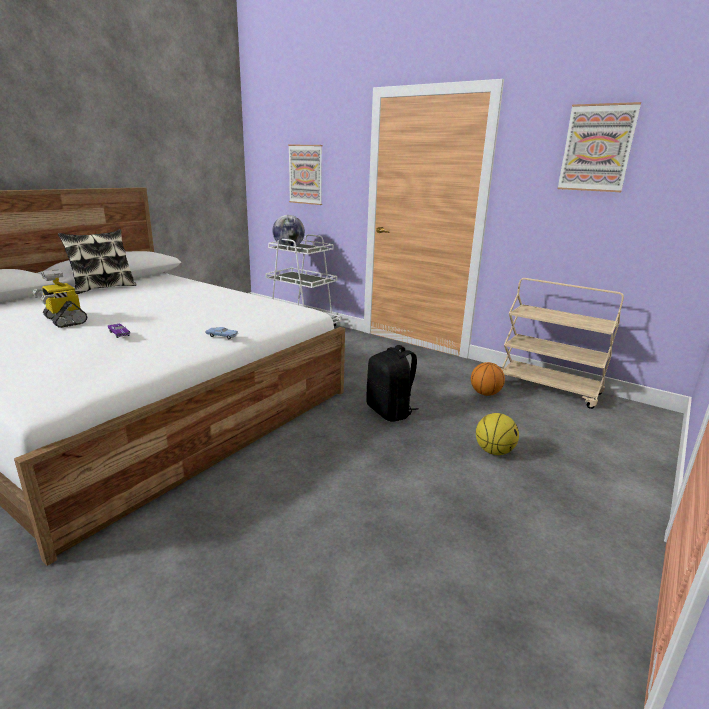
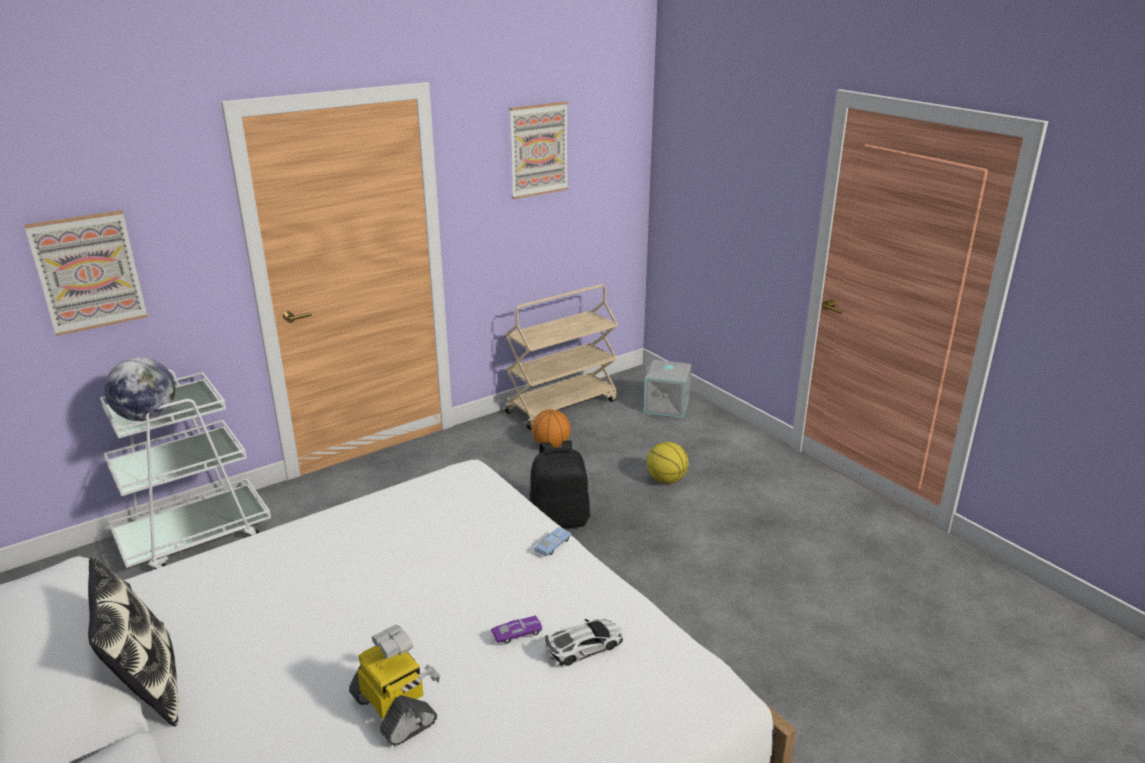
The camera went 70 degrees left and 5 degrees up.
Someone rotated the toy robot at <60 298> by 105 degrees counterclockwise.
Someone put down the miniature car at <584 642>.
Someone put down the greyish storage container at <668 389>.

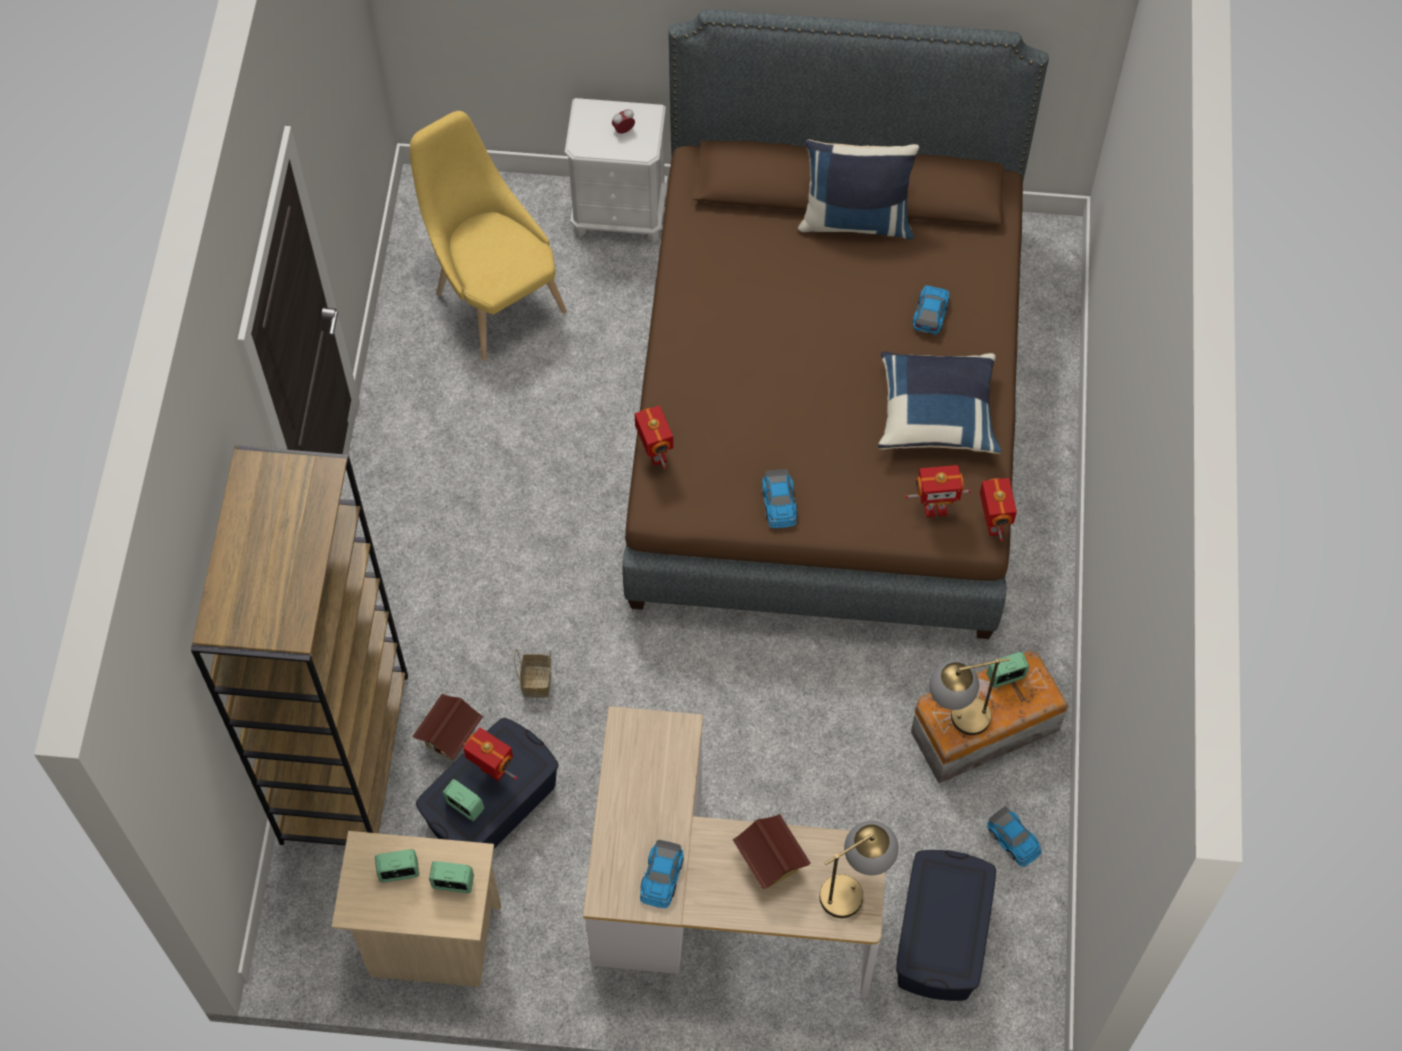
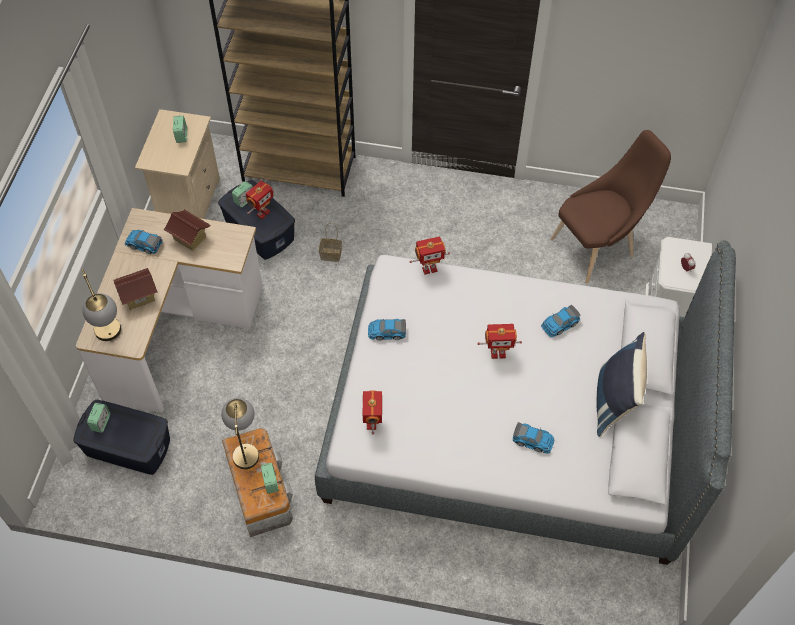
The camera went 95 degrees right and 5 degrees down.
Someone repainted the yellow plain chair at <488 236>, which became the brownish plain chair at <610 206>.
Someone carried the model house from <447 727> to <186 230>.
Someone carried the alarm clock from <451 877> to <98 418>.
Someone repainted the brownish bed at <836 324>, which became the greyish bed at <525 402>.
Someone took away the blue cushion at <940 402>.
Someone carried the toy robot from <998 510> to <500 341>.
Someone carried the miniature car from <1014 836> to <561 321>.

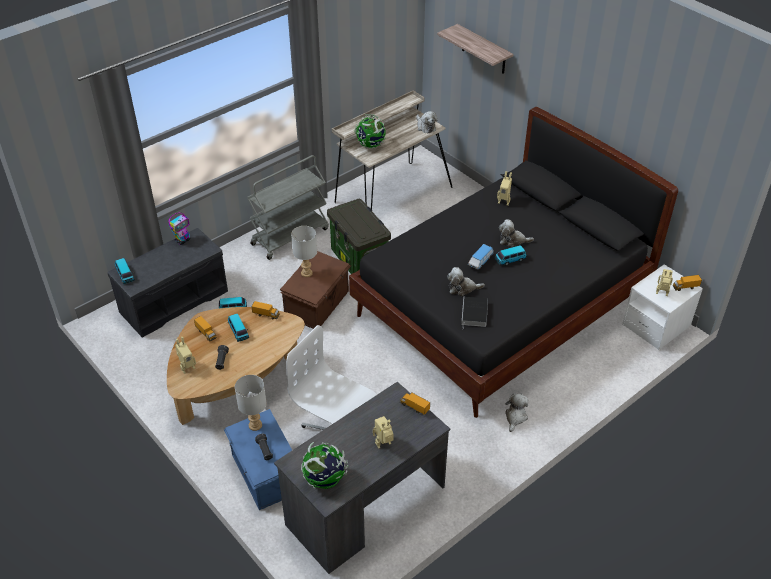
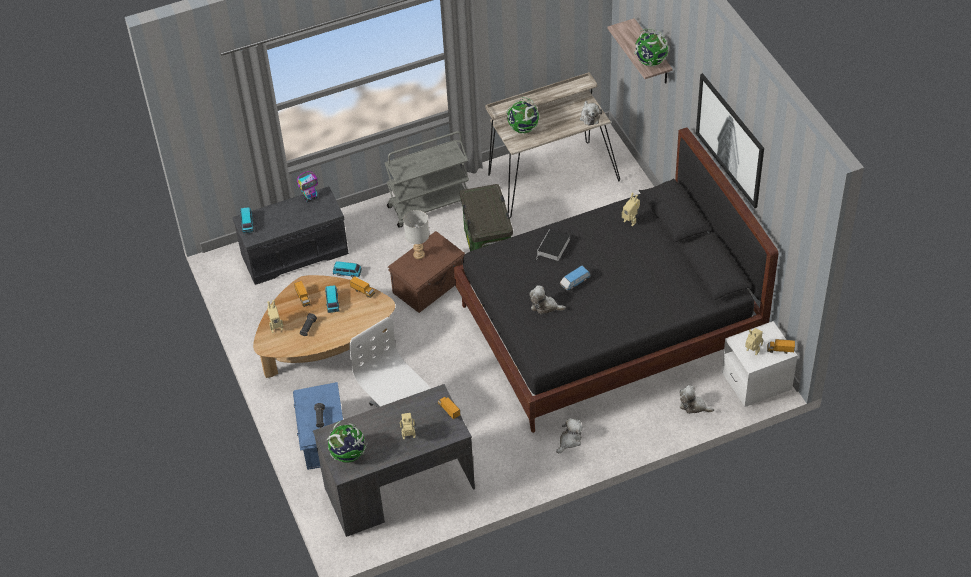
The camera went 20 degrees right and 5 degrees up.
Someone took away the greyish lamp for a table at <251 403>.
Someone carried the book from <474 313> to <553 245>.
Someone took away the miniature car at <511 255>.
Someone carried the cuddly toy from <516 233> to <697 399>.
Someone put down the globe at <651 47>.
Someone put up the wall art at <730 140>.

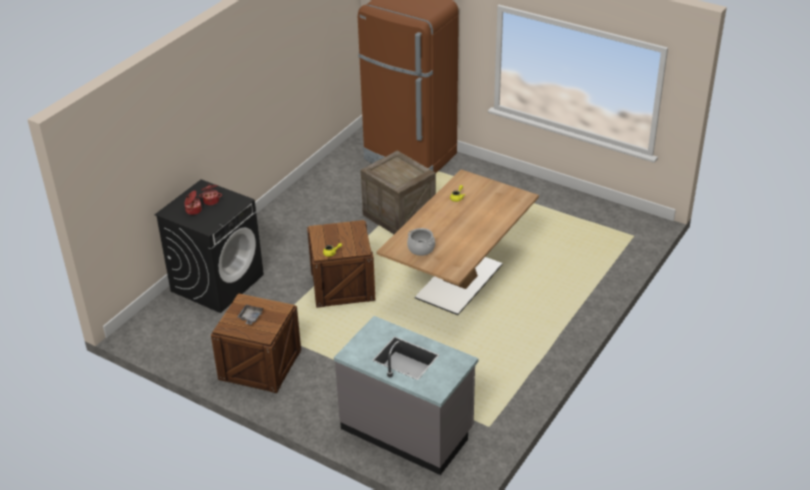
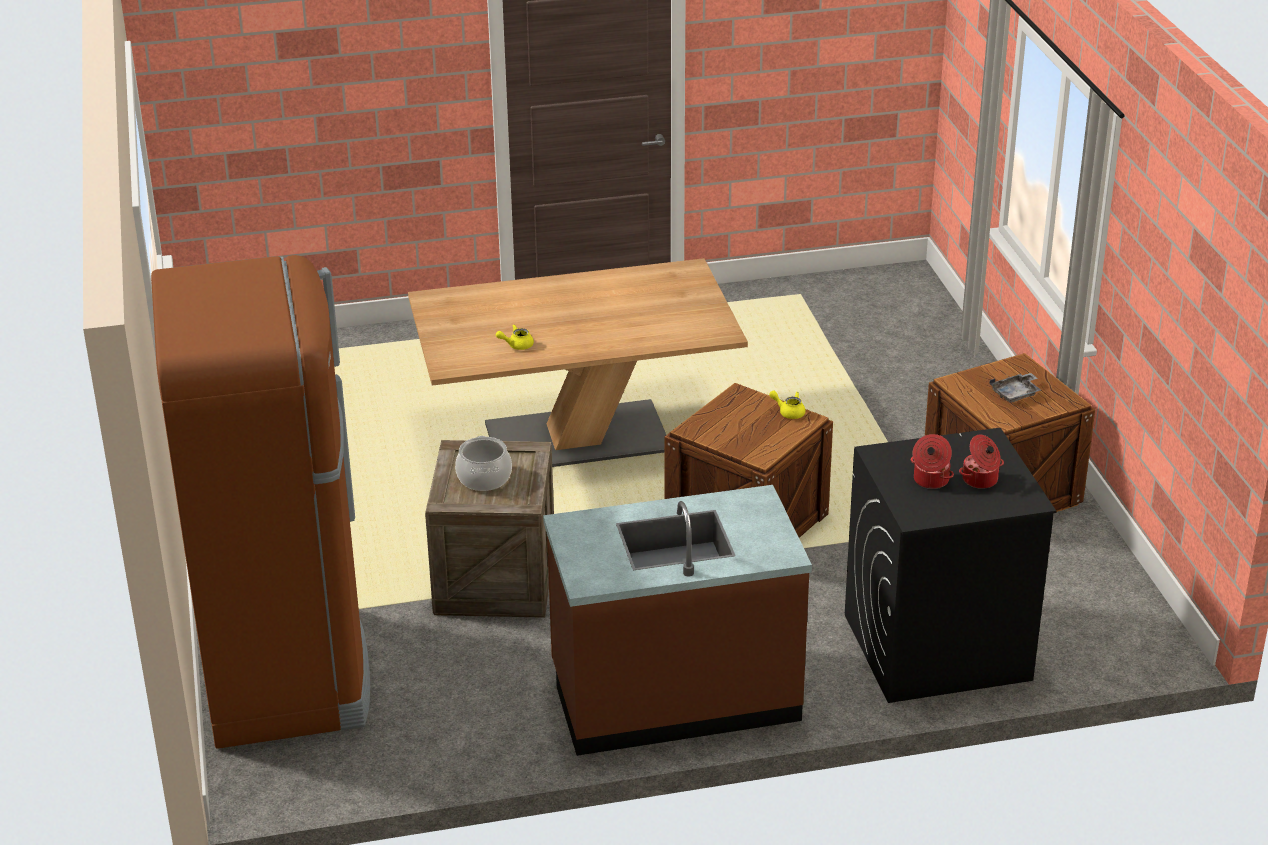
The camera went 135 degrees left and 5 degrees down.
Someone took away the greyish counter at <406 395>.
Someone carried the stockpot from <421 242> to <483 463>.
Someone put down the brownish counter at <677 620>.

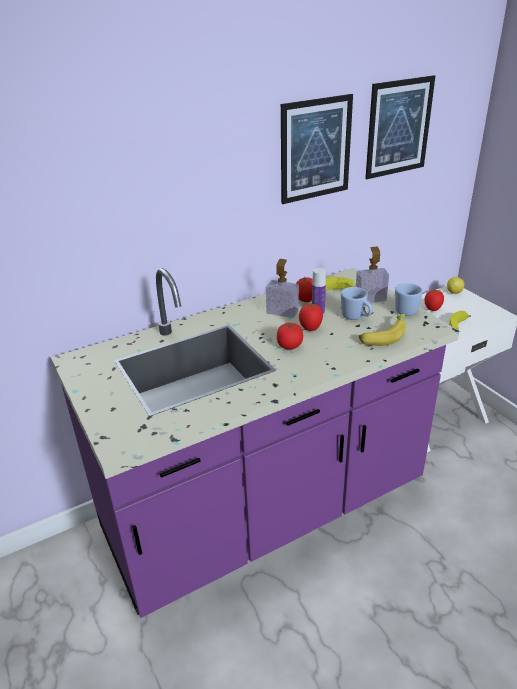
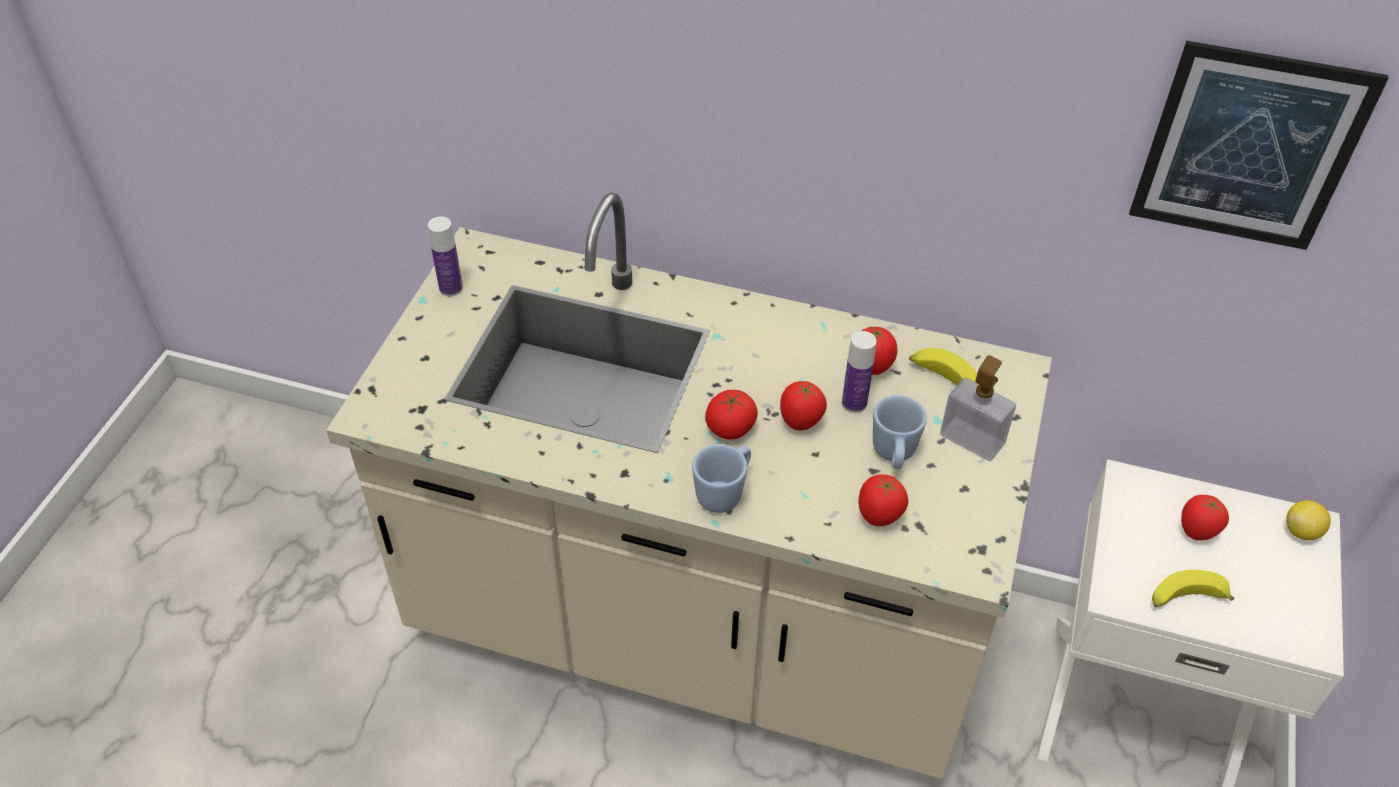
The camera went 45 degrees right and 15 degrees up.
Someone repainted the purple counter at <255 443>, which became the beige counter at <689 485>.
Someone took away the soap bottle at <282 288>.
Someone took away the wall art at <317 149>.
Someone swapped the whole banana at <383 330> for the whole tomato at <883 500>.
Someone carried the blue coffee mug from <409 299> to <721 478>.
Someone put down the beverage bottle at <445 256>.

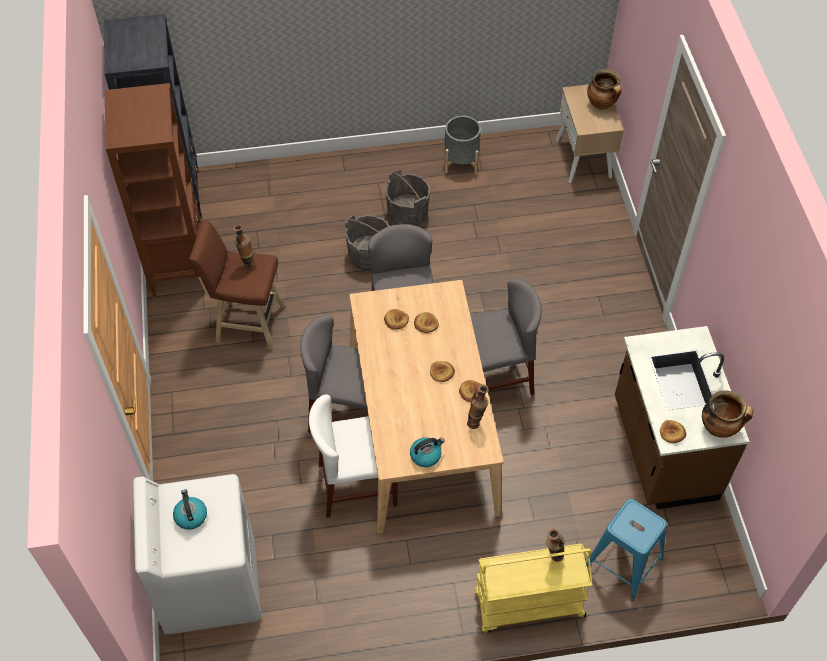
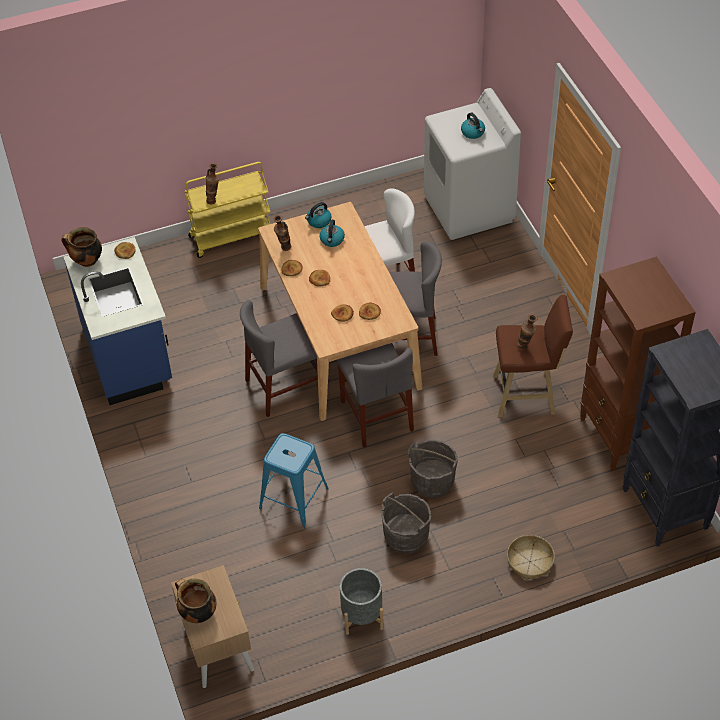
The camera went 170 degrees right and 5 degrees down.
Someone carried the blue stool from <626 550> to <294 480>.
Someone repainted the brownish counter at <682 417>, which became the blue counter at <118 321>.
Someone put down the water kettle at <332 233>.
Someone put down the storage basket at <531 557>.

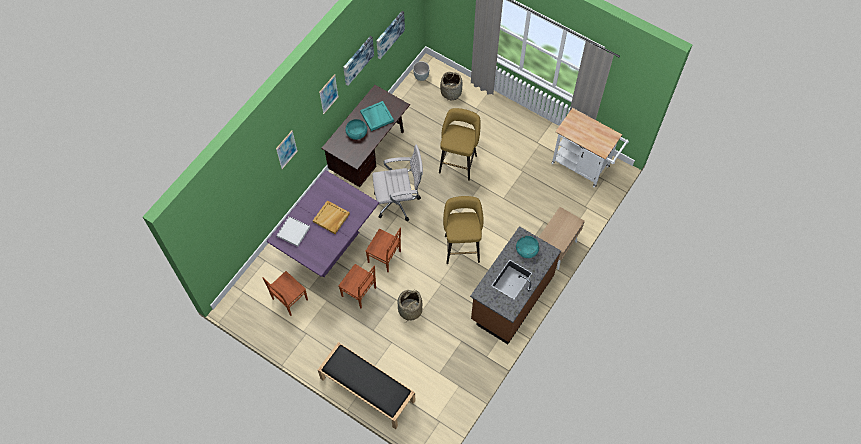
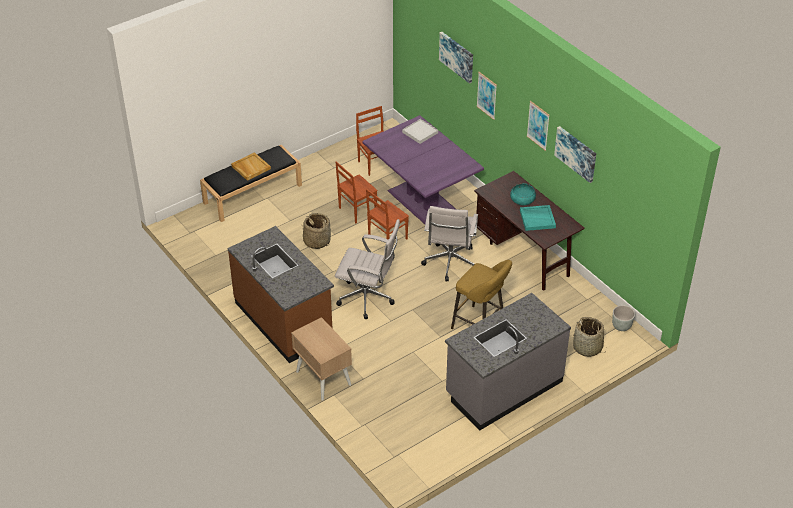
The camera went 110 degrees right and 20 degrees down.
Someone carried the beige carrying tray from <331 217> to <251 166>.
Someone carried the wall art from <390 35> to <456 58>.
Someone swapped the yellow stool at <463 230> for the white-coloured desk chair at <367 269>.
Someone took away the turquoise-coloured serving bowl at <527 247>.
Someone took away the white-coloured wheeled cart at <590 147>.
Someone put down the greyish counter at <508 362>.

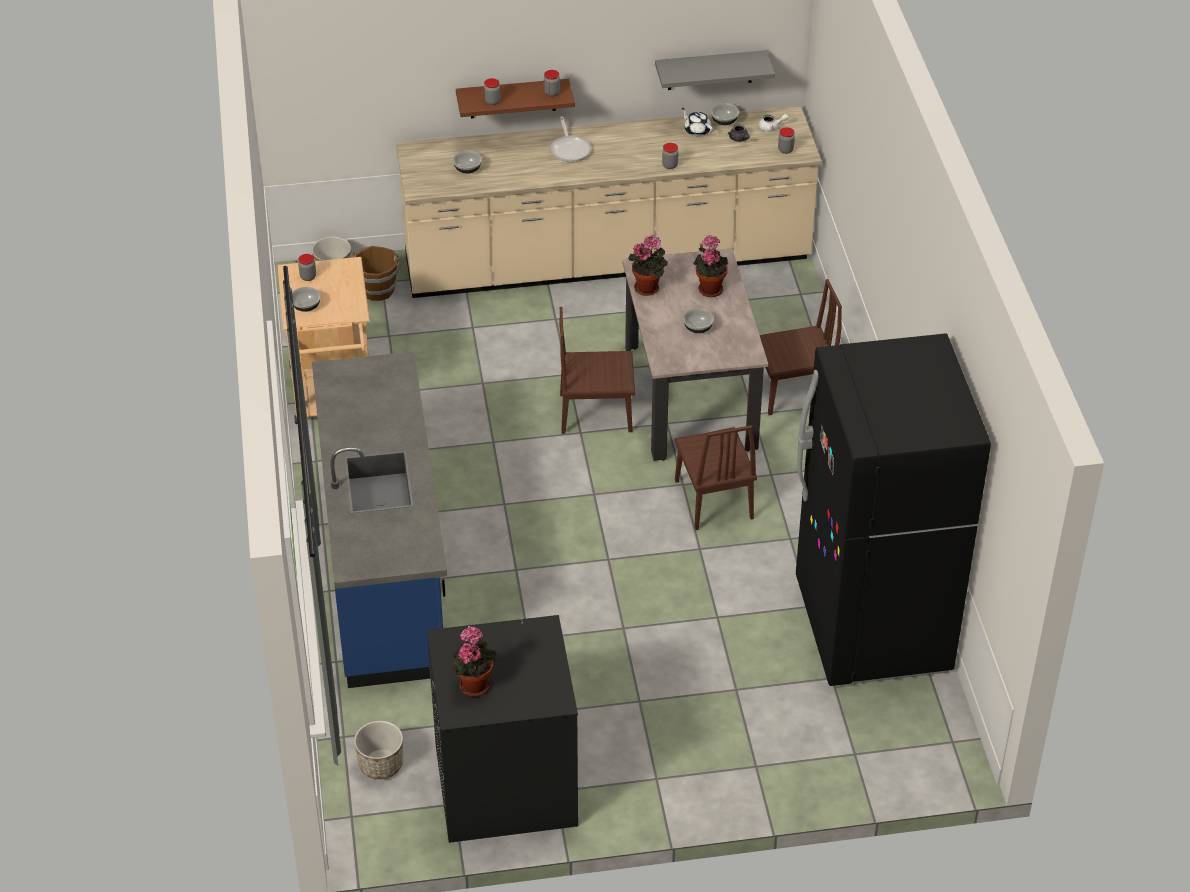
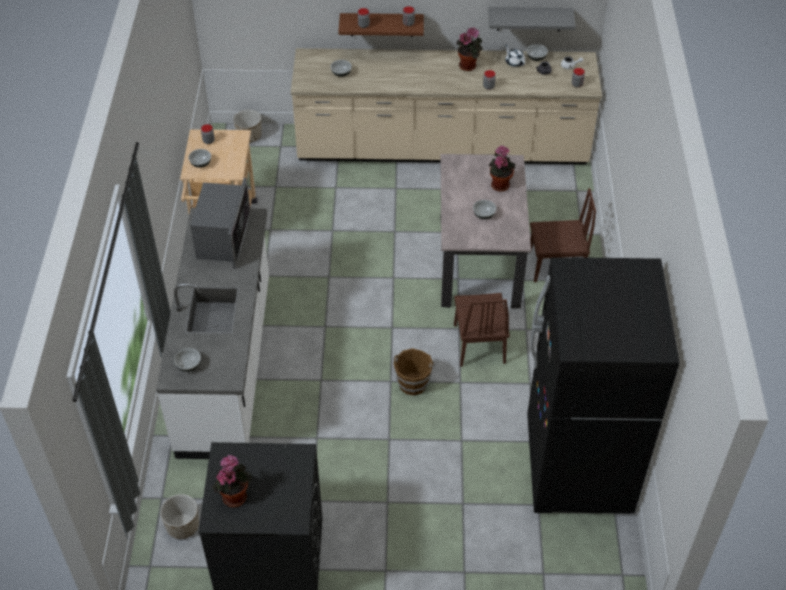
The camera went 10 degrees right and 5 degrees up.
Someone repainted the blue counter at <379 520>, which became the white-coloured counter at <212 333>.
Someone carried the brownish bucket from <376 273> to <414 372>.
Someone took away the pan at <571 139>.
Someone took away the brownish plain chair at <597 370>.
Someone carried the plant in a pot from <648 265> to <469 49>.
Someone put down the serving bowl at <187 360>.
Someone put down the microwave oven at <220 223>.

